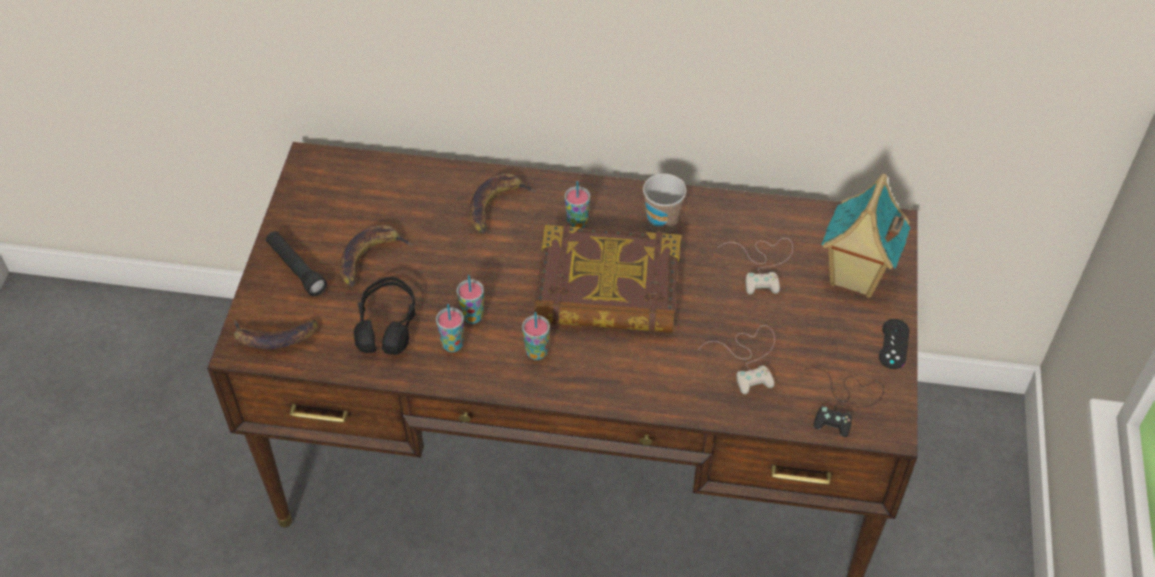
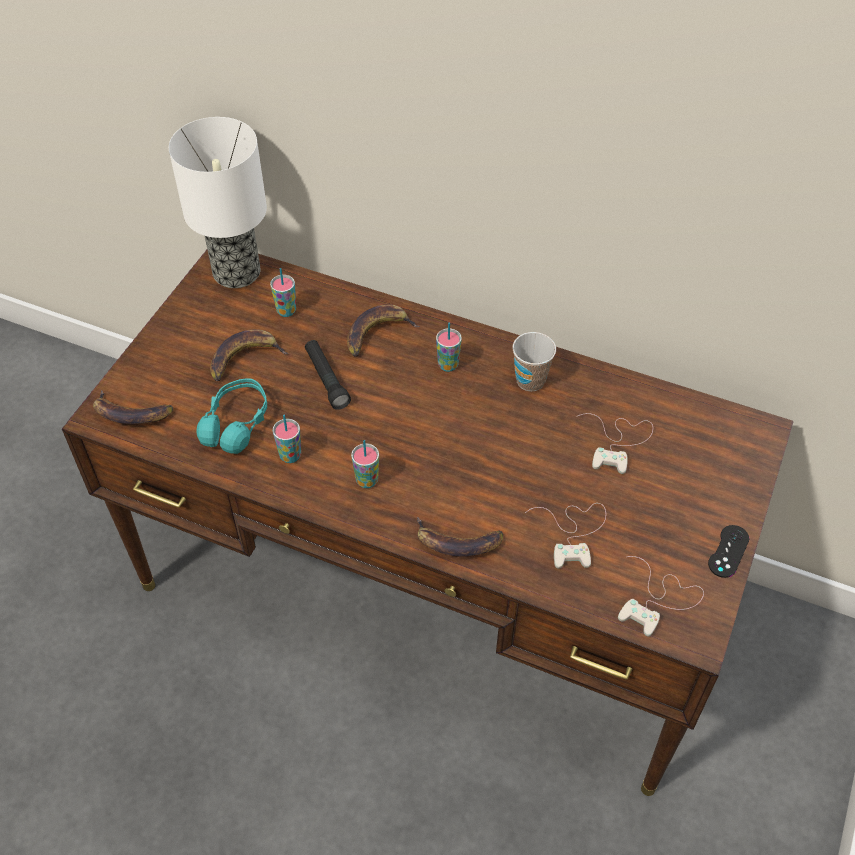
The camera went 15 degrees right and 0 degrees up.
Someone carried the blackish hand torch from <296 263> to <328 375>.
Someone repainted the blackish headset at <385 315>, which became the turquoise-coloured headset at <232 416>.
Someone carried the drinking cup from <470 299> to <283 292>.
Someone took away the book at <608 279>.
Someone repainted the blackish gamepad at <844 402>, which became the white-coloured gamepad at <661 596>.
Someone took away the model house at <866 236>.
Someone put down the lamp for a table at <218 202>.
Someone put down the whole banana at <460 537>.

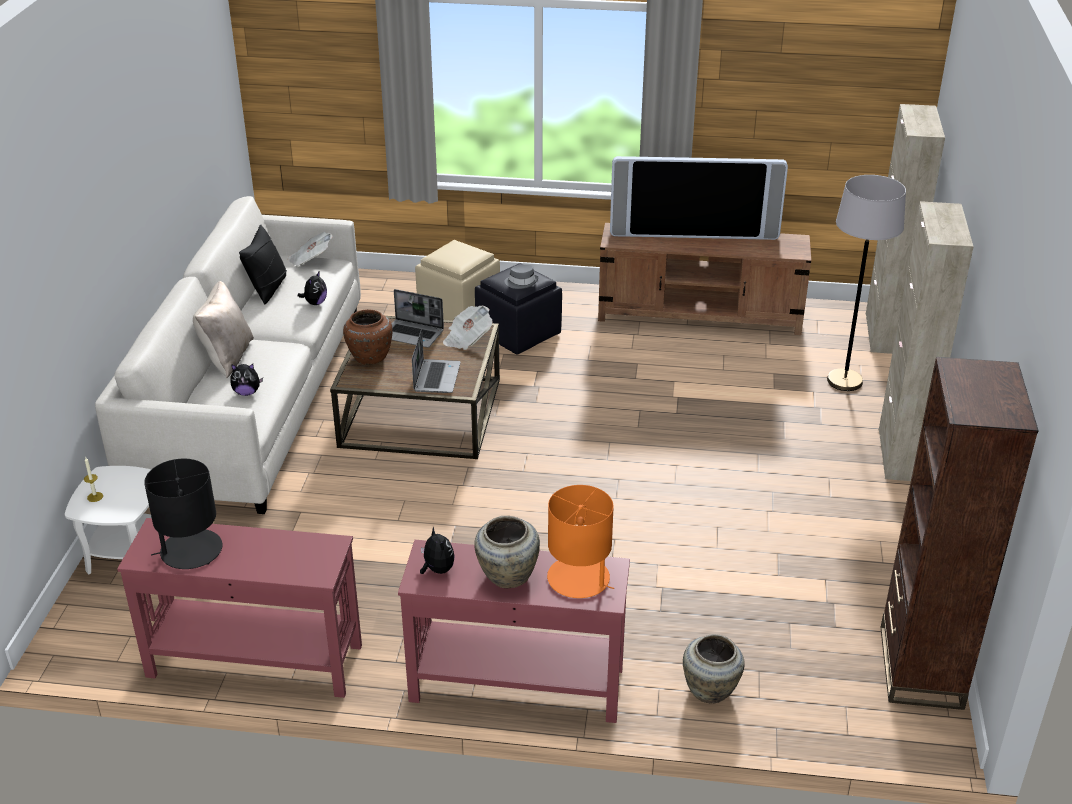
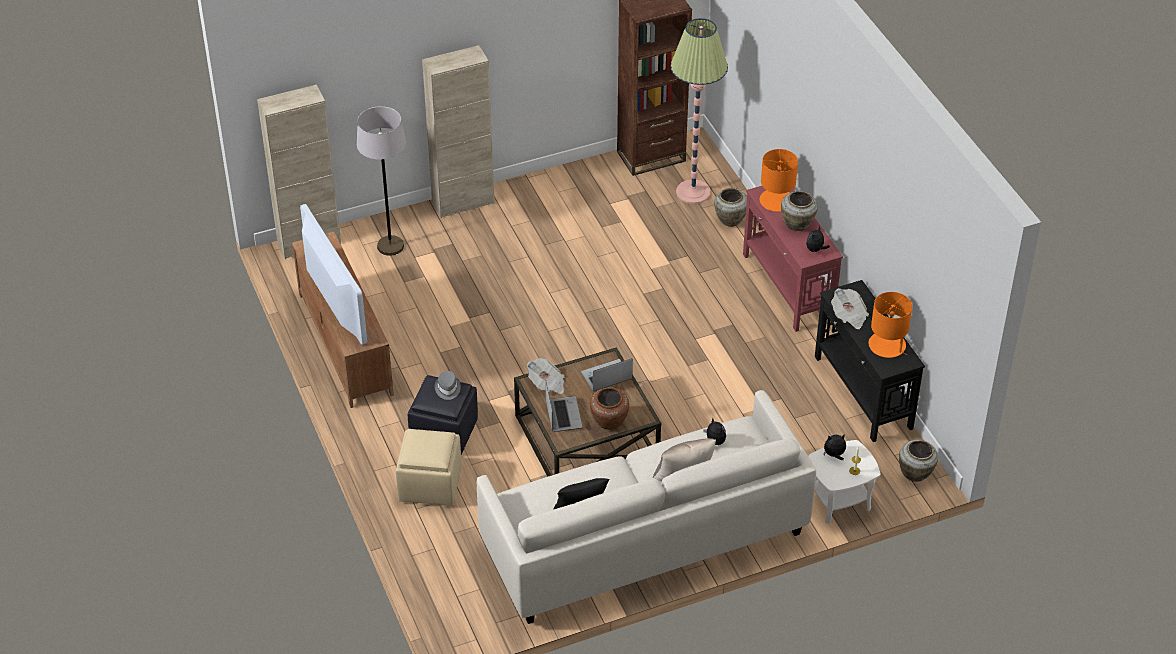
The camera went 120 degrees left and 10 degrees up.
Someone repainted the red-coloured console table at <239 608>, which became the blackish console table at <870 361>.
Someone repainted the blackish lamp for a table at <183 514>, which became the orange lamp for a table at <890 325>.
Someone carried the newspaper from <310 249> to <850 308>.
Someone carried the cuddly toy from <312 288> to <835 447>.
Someone put down the standing lamp at <699 111>.
Someone put down the beige flower vase at <918 461>.

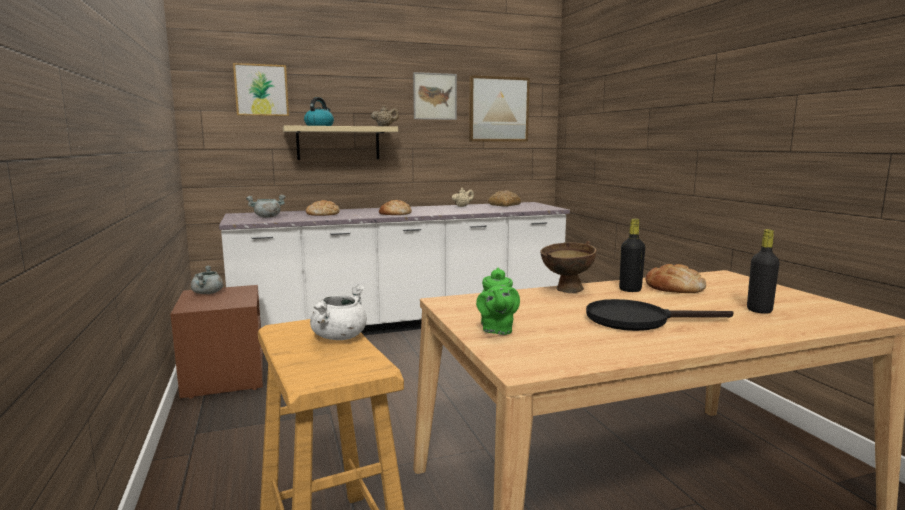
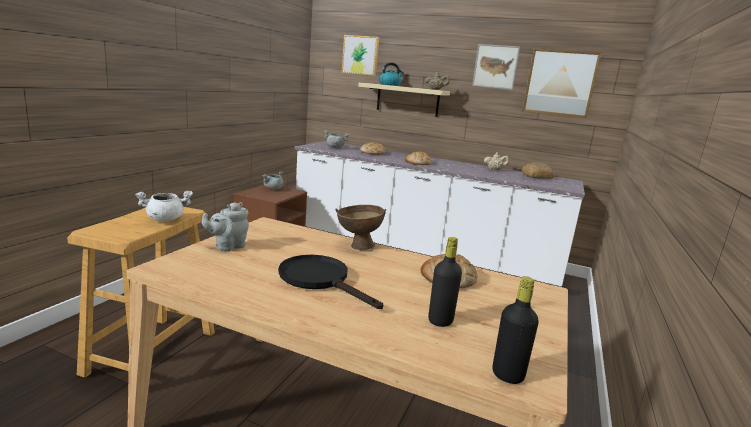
The camera went 40 degrees right and 5 degrees up.
Someone repainted the greenish teapot at <498 301>, which became the greyish teapot at <225 226>.
Someone carried the blackish beverage bottle from <632 255> to <516 330>.

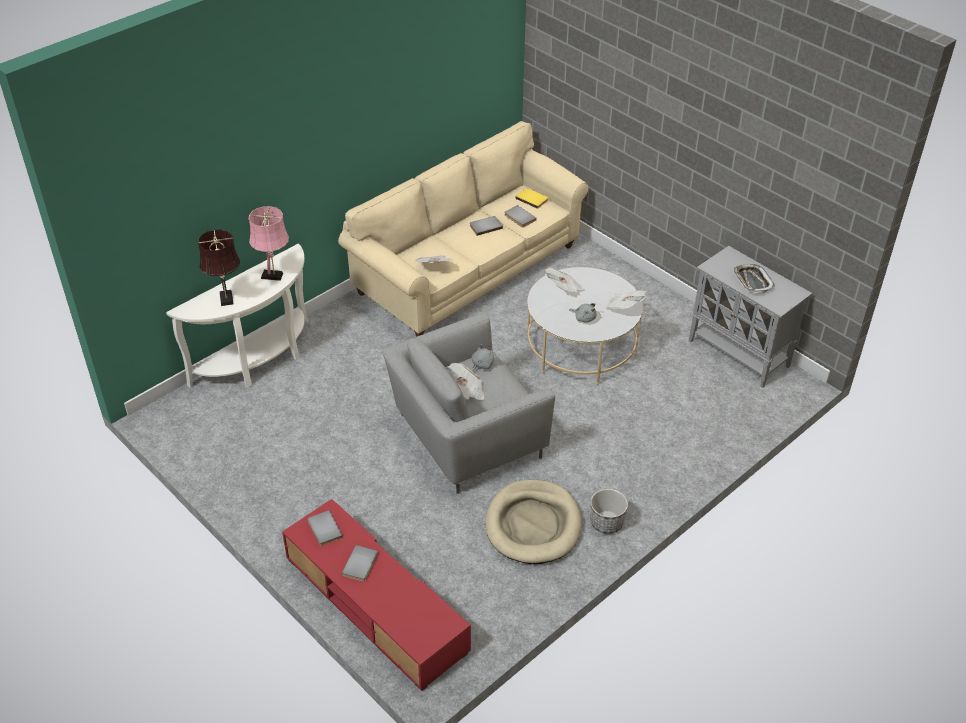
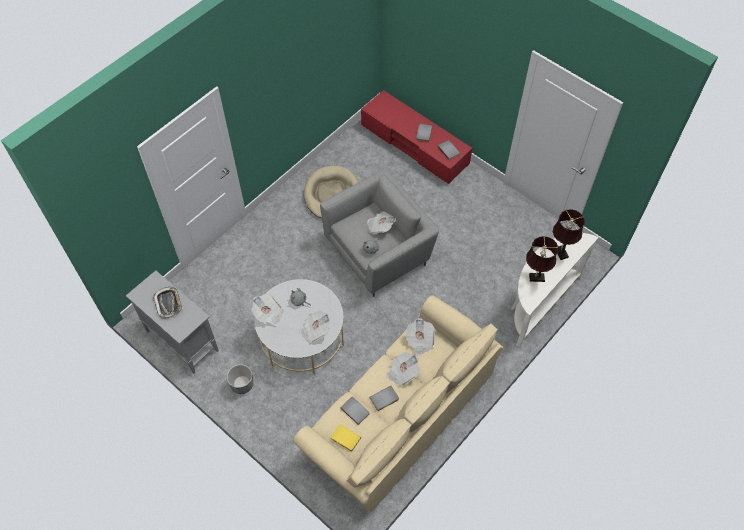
The camera went 175 degrees right and 15 degrees up.
Someone repainted the pinkish lamp for a table at <269 243>, which became the brownish lamp for a table at <542 259>.
Someone carried the flower pot from <609 511> to <240 379>.
Someone put down the newspaper at <403 369>.

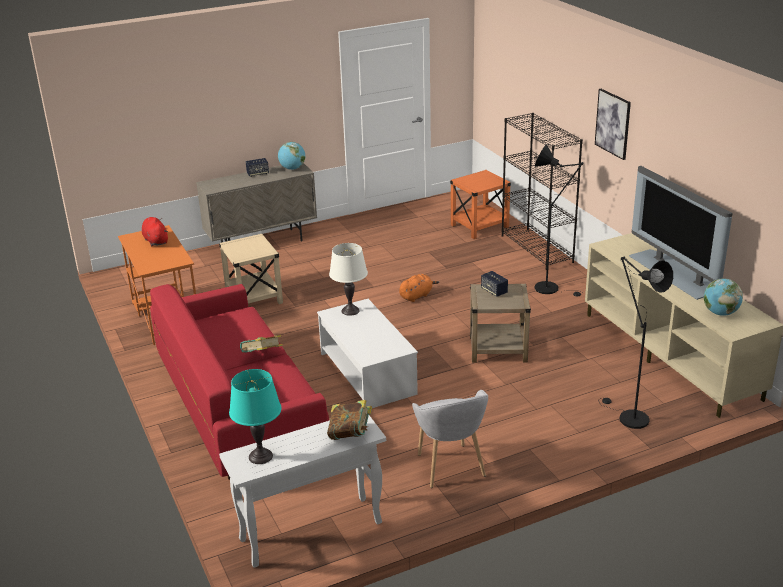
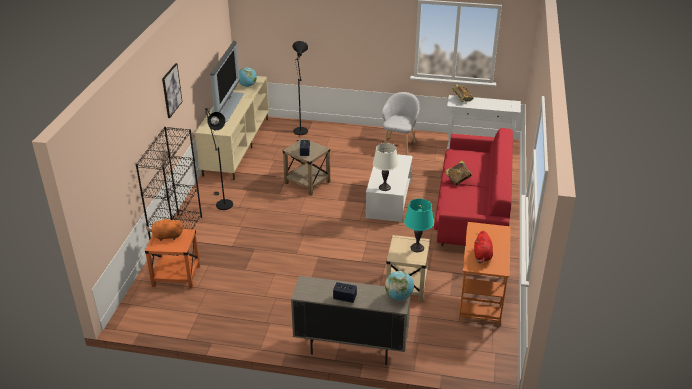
The camera went 145 degrees left and 5 degrees up.
Someone carried the turquoise-coloured lamp for a table from <255 416> to <419 225>.
Someone carried the globe from <291 156> to <399 285>.
Someone carried the orange cuddly toy from <419 288> to <164 229>.

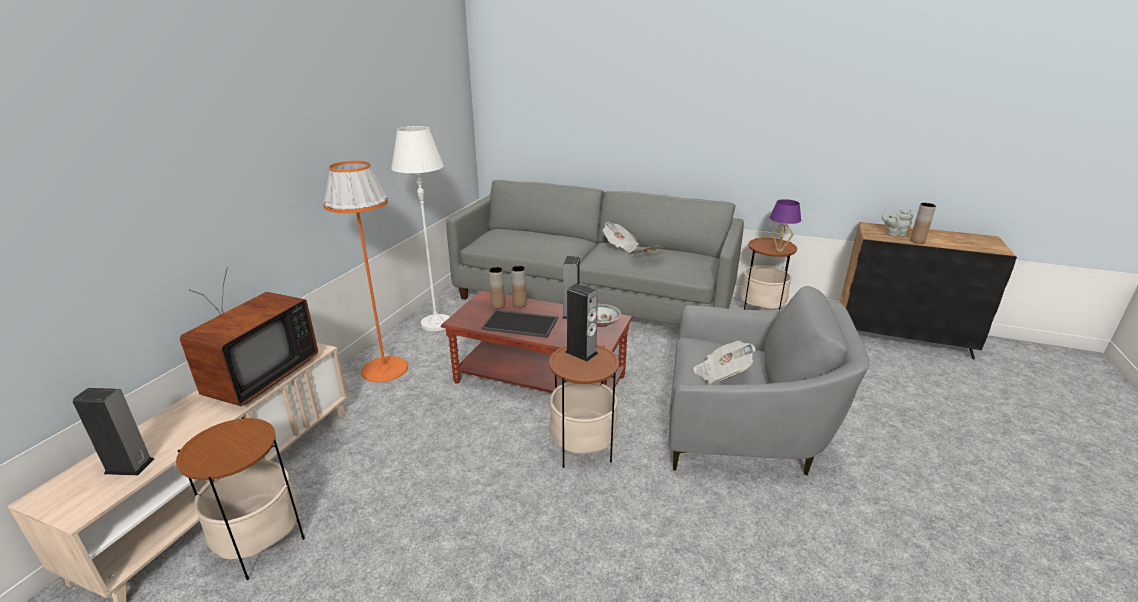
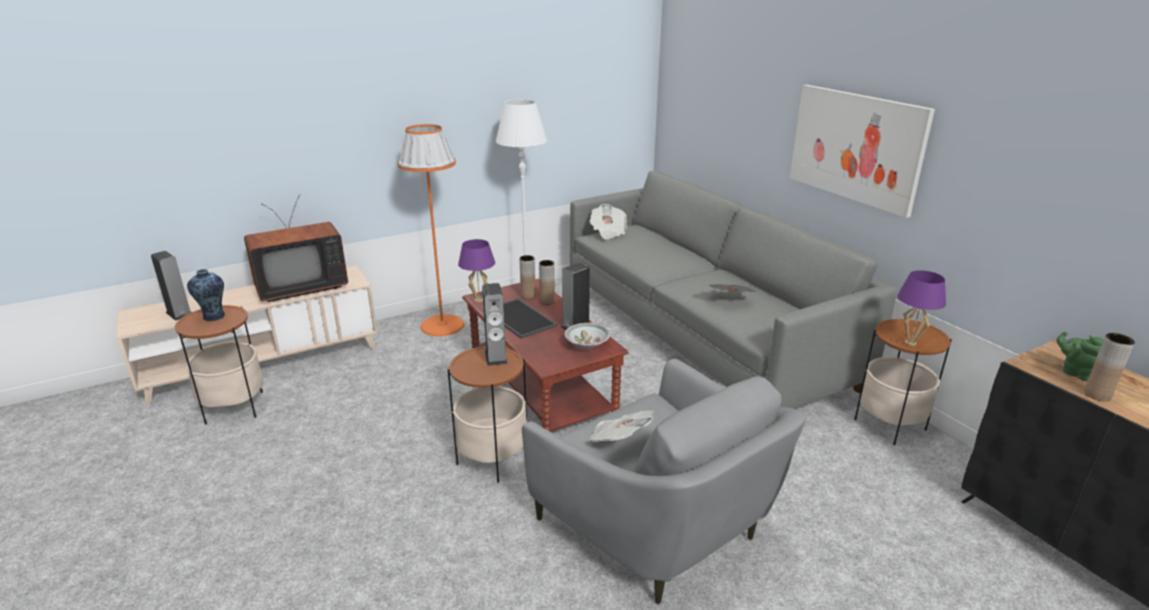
The camera went 40 degrees right and 0 degrees up.
Someone carried the newspaper from <621 237> to <608 221>.
Someone repainted the greyish teapot at <897 223>, which became the greenish teapot at <1080 356>.
Someone put down the flower vase at <206 295>.
Someone put down the purple lamp for a table at <476 270>.
Someone put up the wall art at <862 151>.

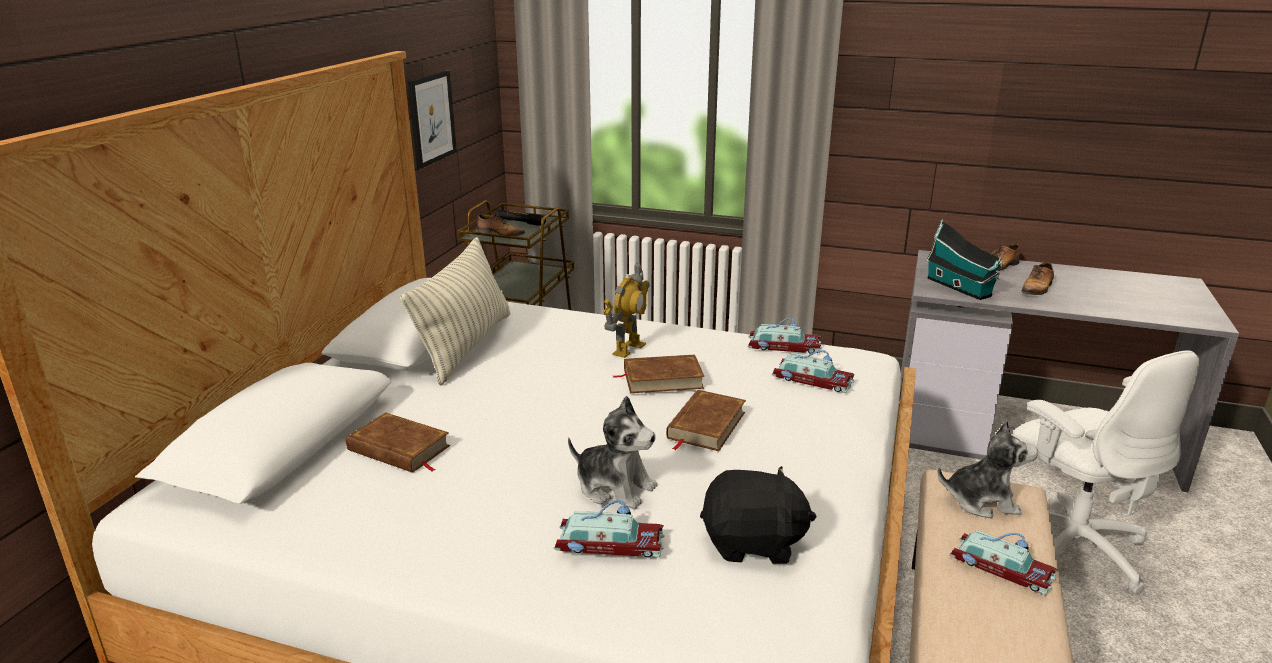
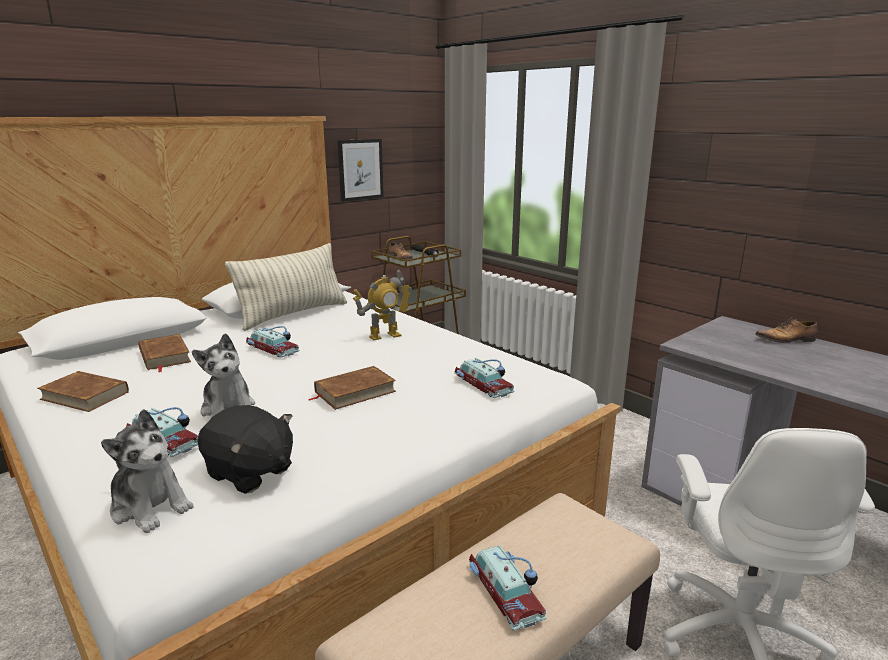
The camera went 30 degrees right and 5 degrees down.
Someone carried the brownish book from <658 374> to <83 391>.
Someone carried the miniature car from <784 336> to <272 342>.
Someone took away the model house at <964 260>.
Someone carried the cuddly toy from <987 469> to <147 471>.
Someone took away the item of footwear at <1037 278>.

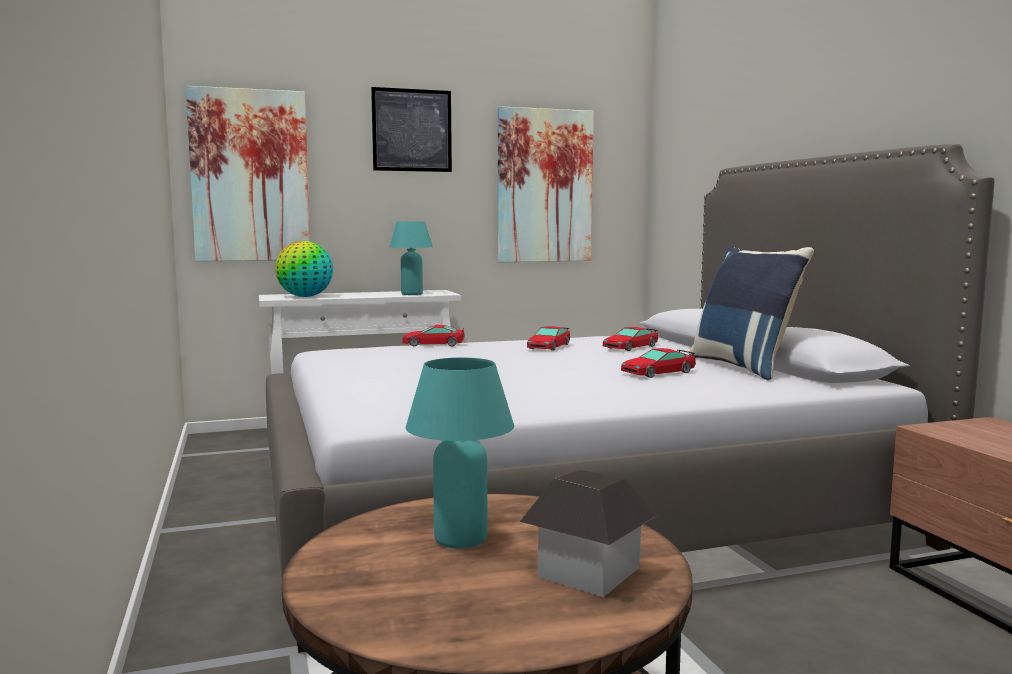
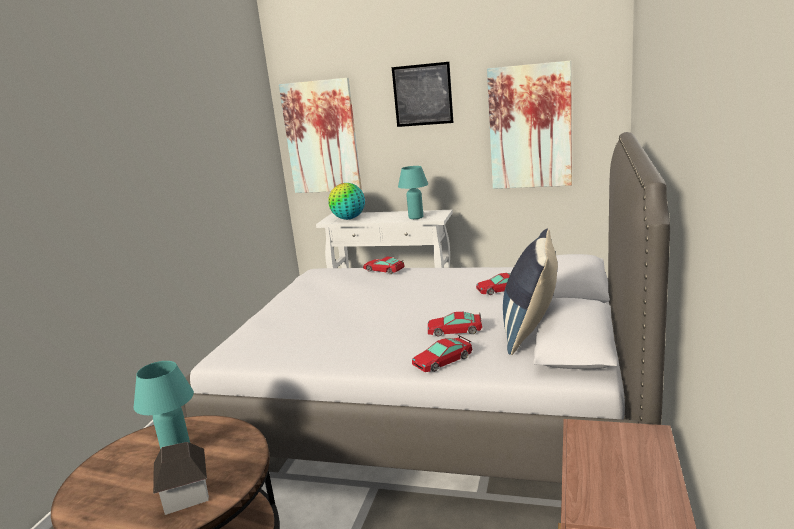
The camera went 35 degrees right and 10 degrees up.
Someone carried the miniature car from <548 338> to <442 353>.

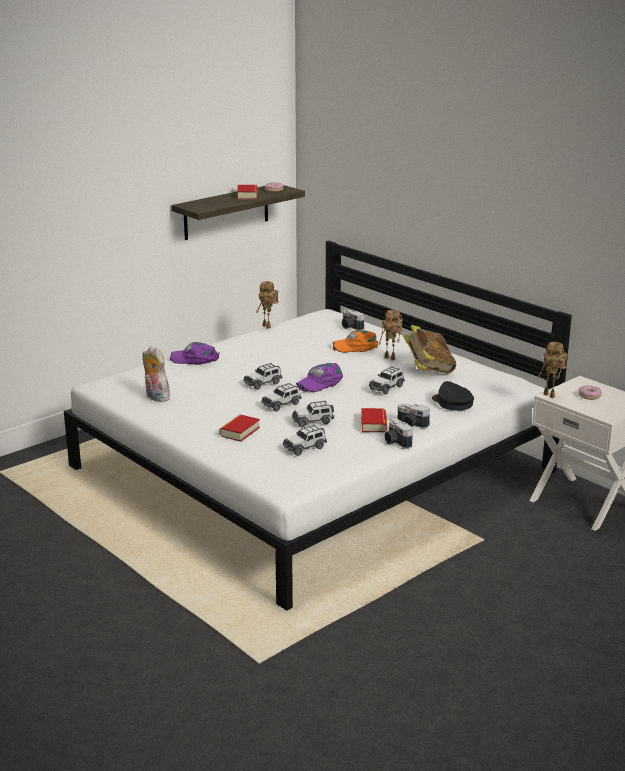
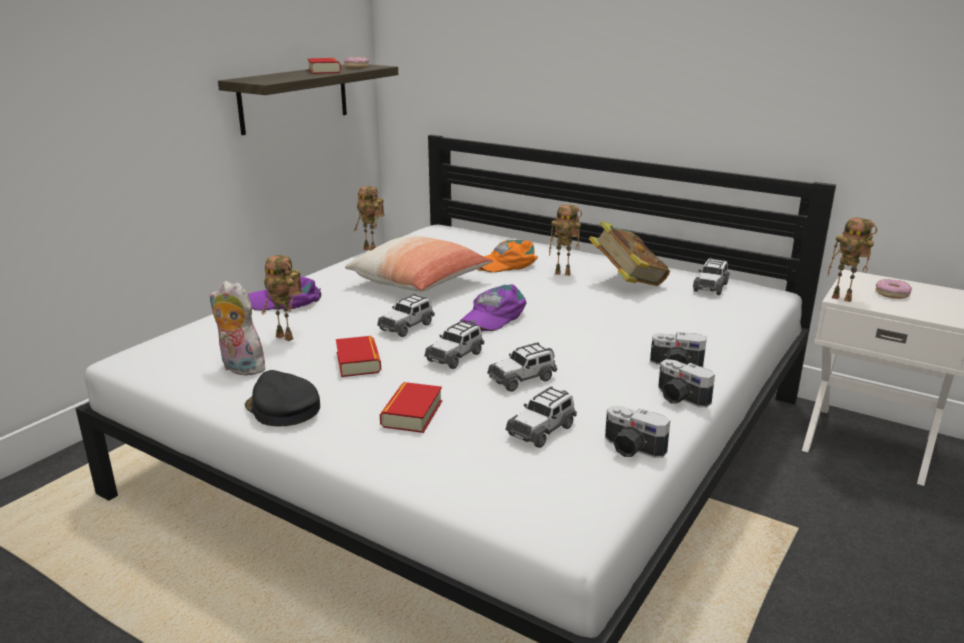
The camera went 15 degrees left and 0 degrees up.
Someone carried the photo camera from <352 320> to <637 432>.
Someone carried the book from <374 420> to <358 356>.
Someone carried the miniature car from <387 380> to <711 276>.
Someone carried the blackish cap from <453 396> to <282 398>.
Someone put down the toy robot at <281 298>.
Someone put down the cushion at <419 264>.

